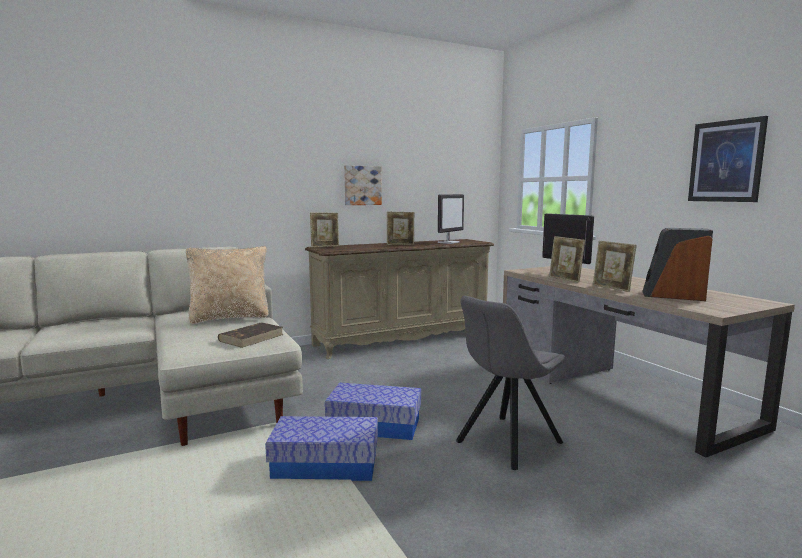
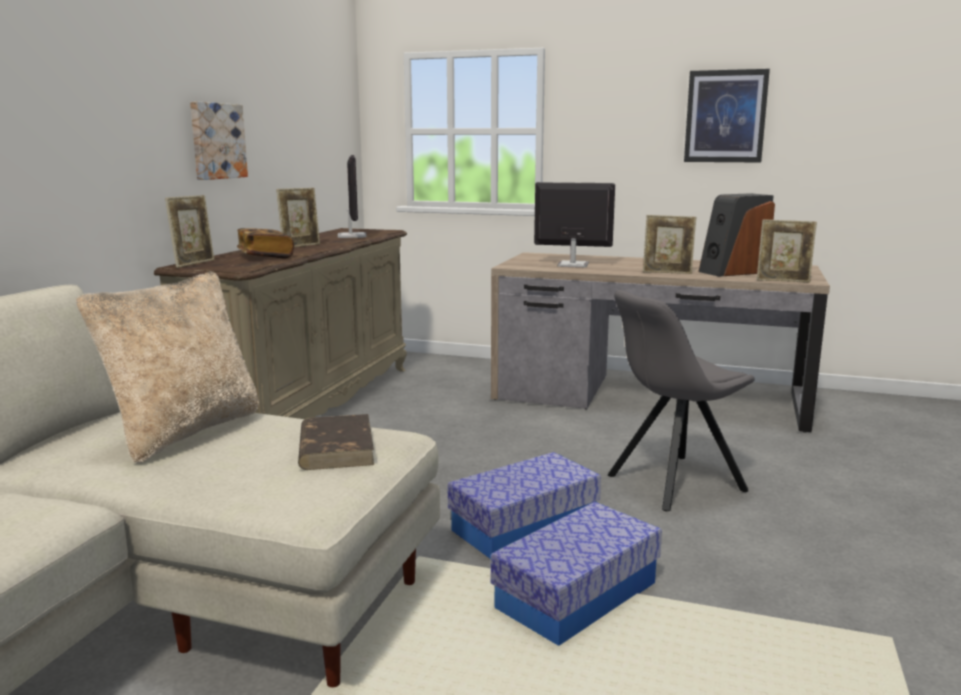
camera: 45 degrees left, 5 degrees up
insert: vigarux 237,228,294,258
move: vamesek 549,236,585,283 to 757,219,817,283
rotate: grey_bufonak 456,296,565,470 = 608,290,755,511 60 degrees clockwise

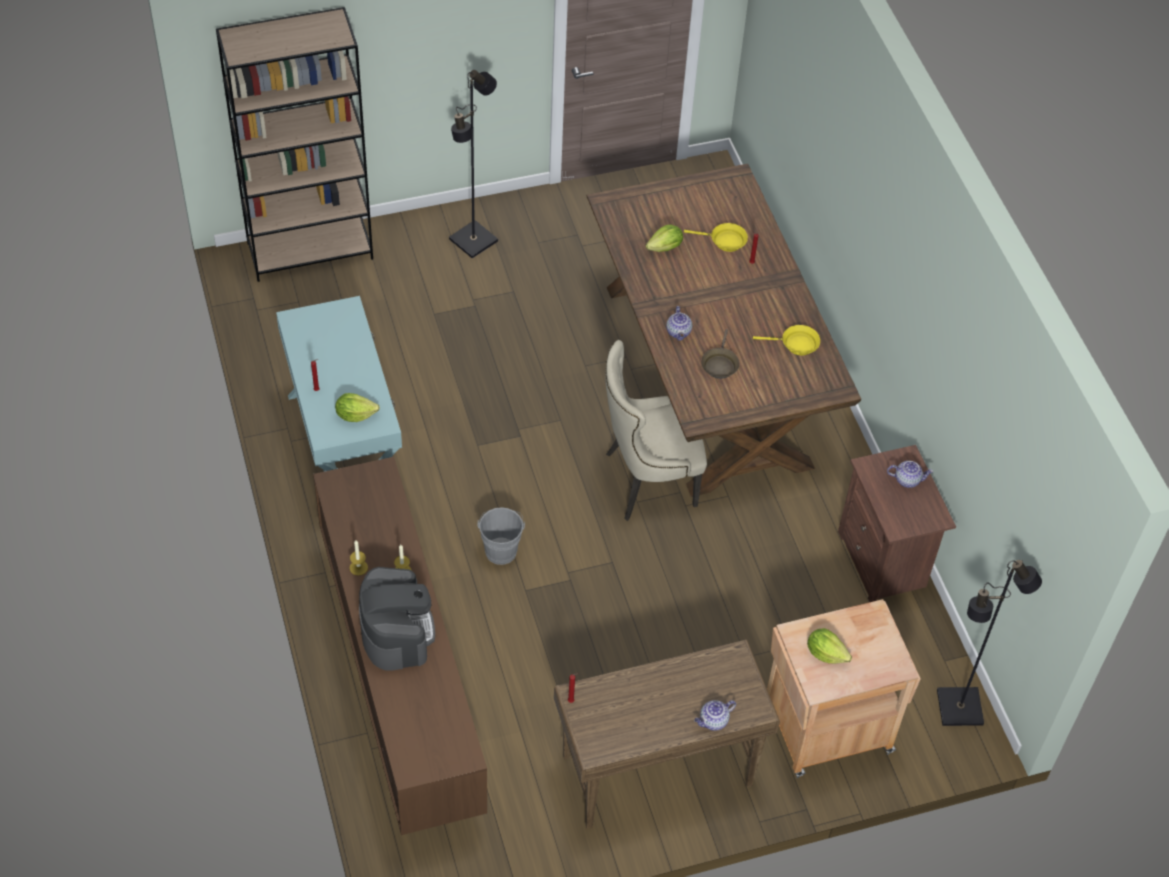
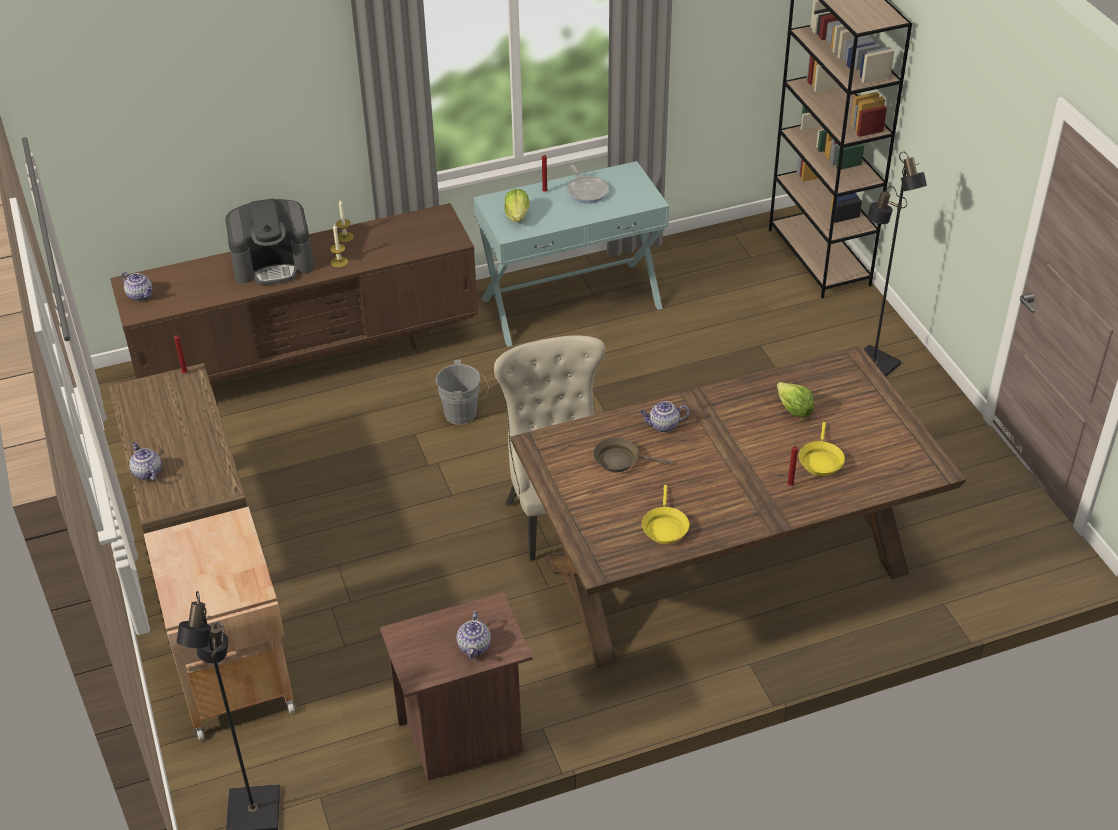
camera: 90 degrees right, 10 degrees down
delete: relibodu 807,628,852,664
insert: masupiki 121,272,152,301; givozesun 567,165,609,204

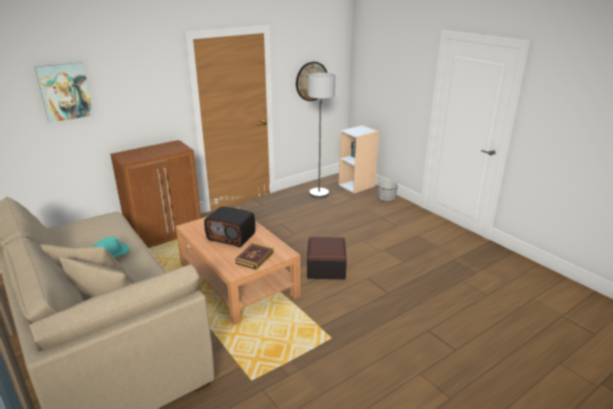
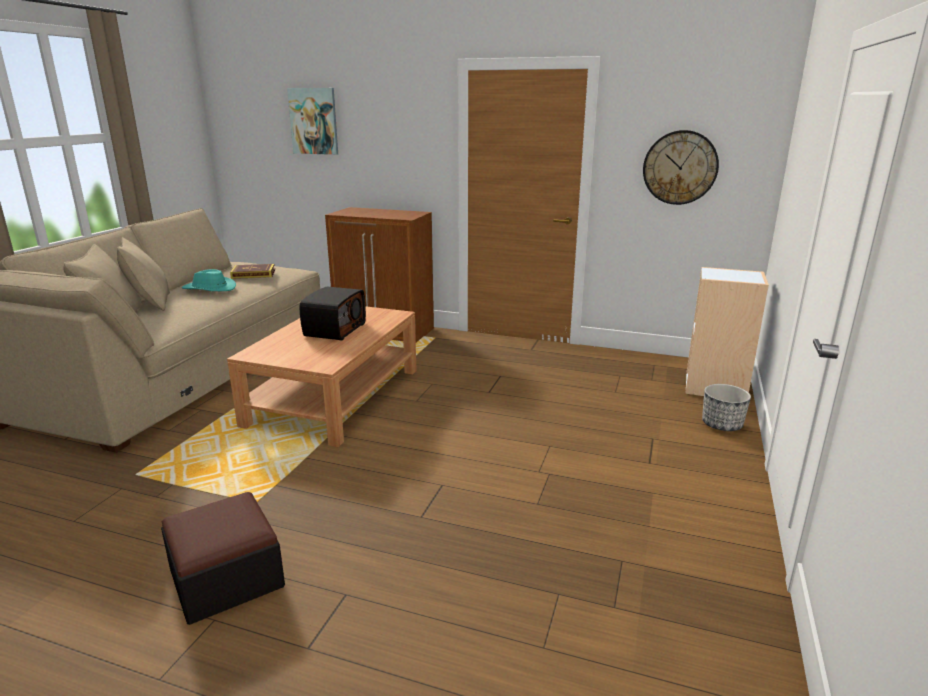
camera: 55 degrees right, 5 degrees down
delete: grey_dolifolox 308,72,335,198
move: vigarux 235,242,274,270 to 230,264,275,279; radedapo 307,237,347,279 to 161,492,285,625
rotate: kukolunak 204,206,255,247 = 300,287,366,340 150 degrees counterclockwise

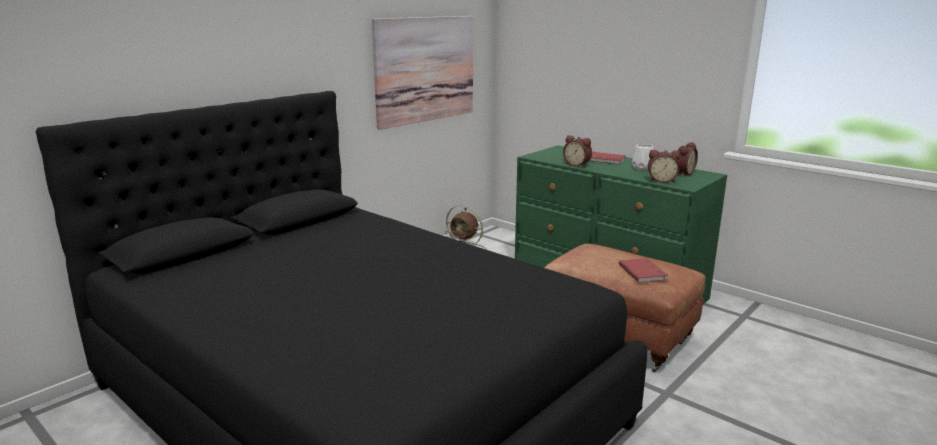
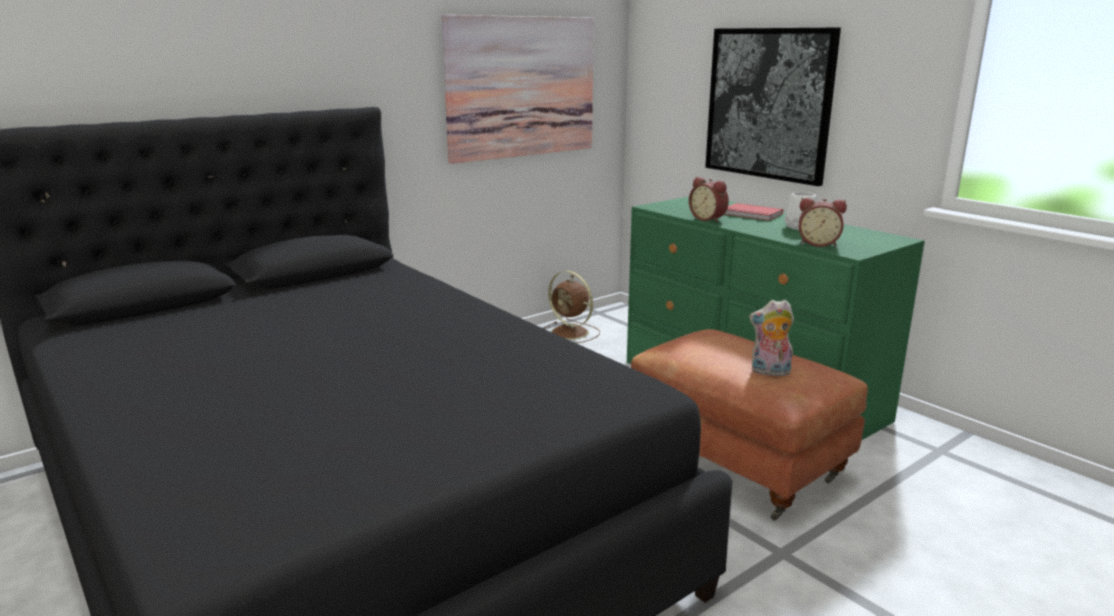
camera: 10 degrees right, 0 degrees up
delete: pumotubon 676,142,698,177
insert: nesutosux 705,27,841,186
replace: red_vigarux 619,258,669,282 to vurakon 749,300,794,376

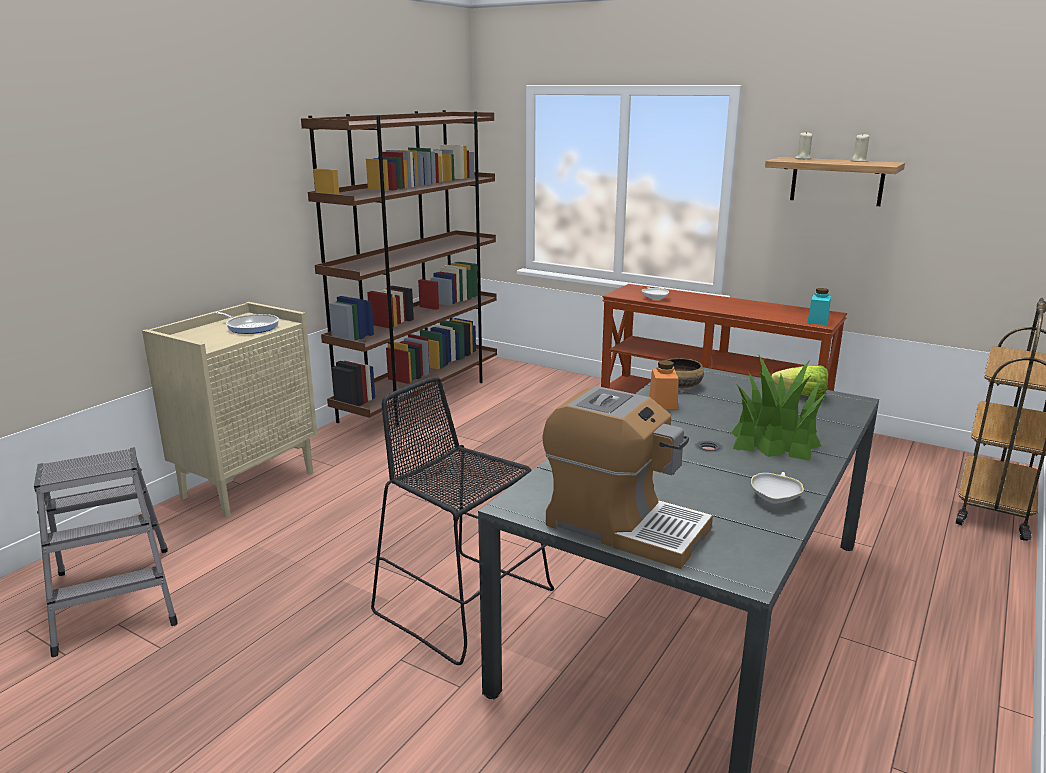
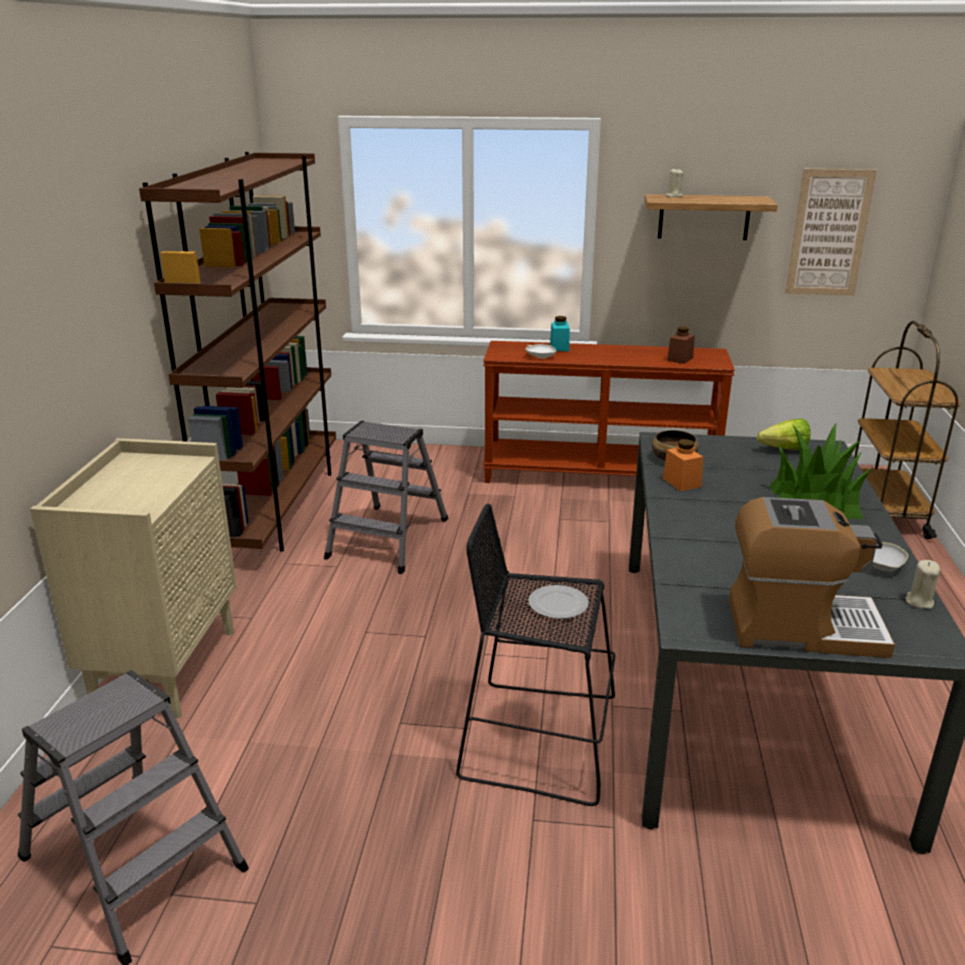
camera: 25 degrees left, 5 degrees up
delete: givozesun 216,312,279,334
insert: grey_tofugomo 324,421,448,574; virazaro 528,585,589,619; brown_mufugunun 667,326,695,364; nesutosux 785,169,877,296
move: turquoise_mufugunun 807,288,831,325 to 550,316,570,351; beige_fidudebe 851,134,869,162 to 905,560,940,609

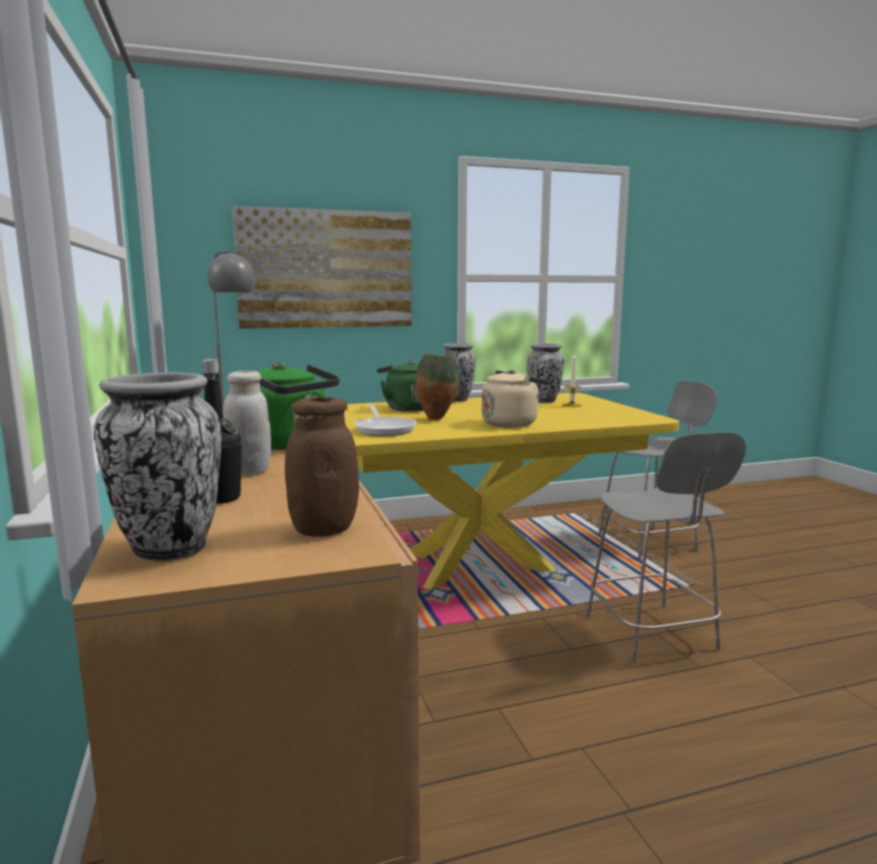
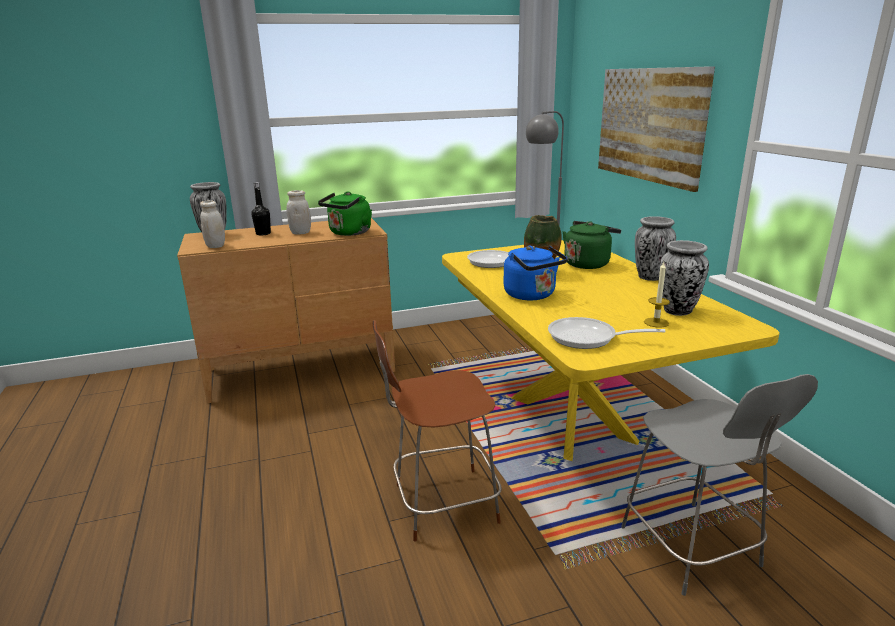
camera: 90 degrees right, 10 degrees up
insert: givozesun 548,317,665,349
recolor: brown_mufugunun 285,397,359,537 to white_mufugunun 200,200,225,248; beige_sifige 482,369,550,427 to blue_sifige 504,246,567,300; grey_bufonak 586,432,746,664 to brown_bufonak 373,320,502,542

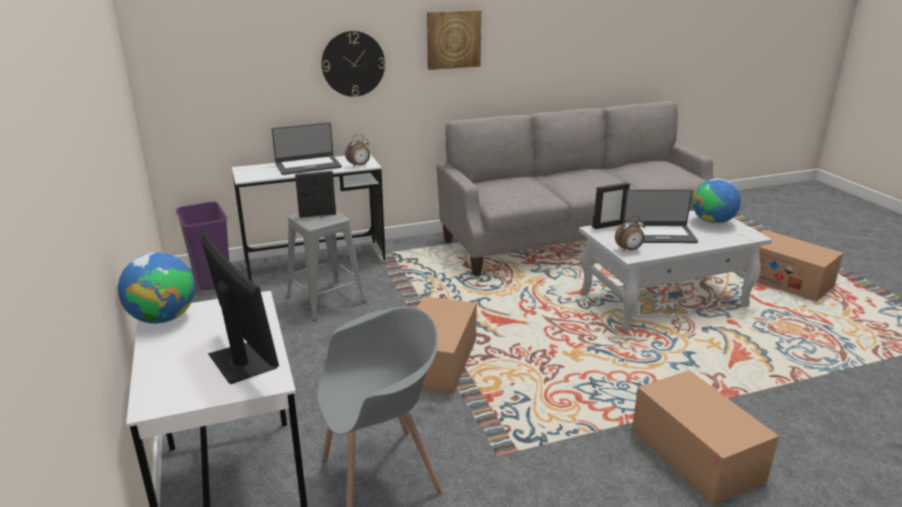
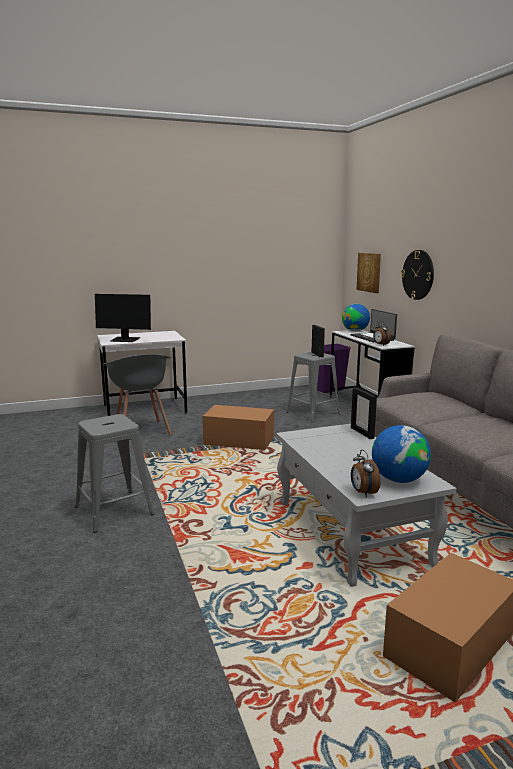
camera: 90 degrees right, 10 degrees down
delete: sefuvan 623,189,698,243
move: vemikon 118,252,195,324 to 342,304,370,332; nesutosux 427,10,481,70 to 357,253,381,293; pumotubon 615,215,645,251 to 351,449,381,497
replace: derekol 632,370,779,505 to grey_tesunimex 75,414,155,533
rotate: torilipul 201,232,279,384 = 95,294,151,342 45 degrees clockwise

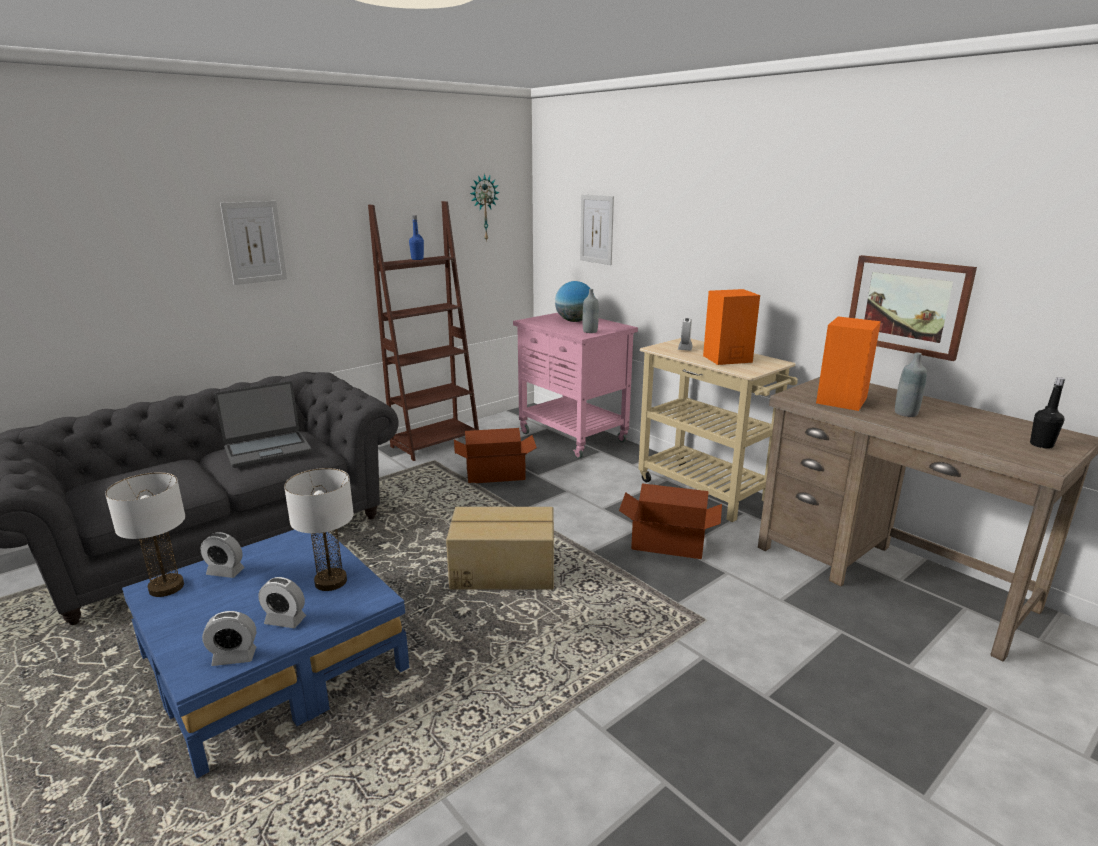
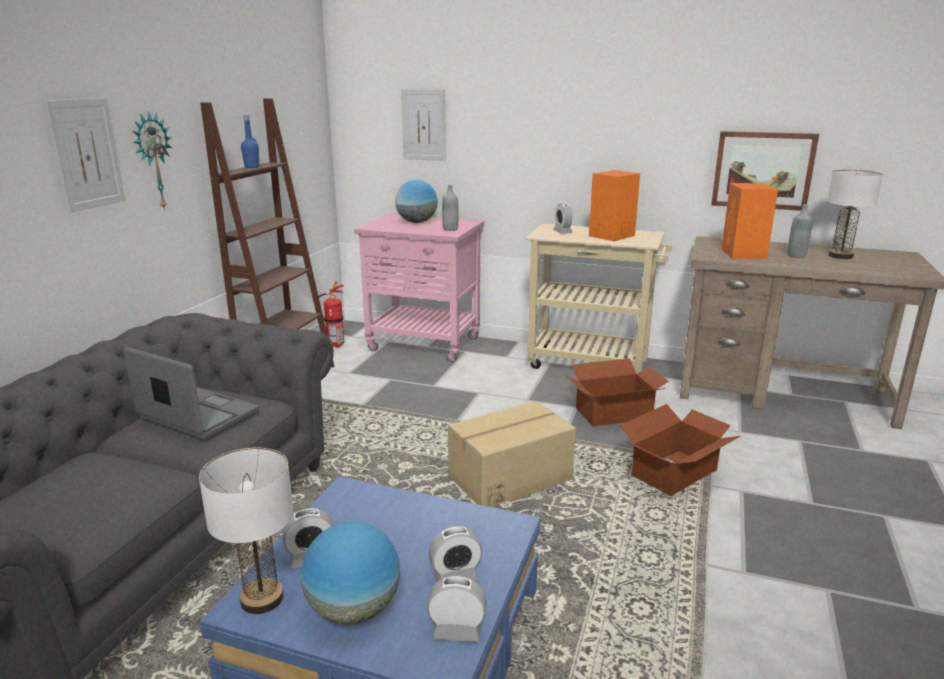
camera: 30 degrees left, 0 degrees up
delete: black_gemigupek 1030,377,1065,449
insert: vemikon 301,521,400,625; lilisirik 318,281,344,348
move: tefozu 284,468,354,591 to 827,170,883,259; derekol 454,428,537,483 to 620,404,741,496; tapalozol 470,174,500,242 to 132,111,172,210
rotate: pumotubon 202,611,256,666 = 427,576,487,642 135 degrees counterclockwise; sefuvan 214,381,311,468 = 123,347,259,439 90 degrees counterclockwise

